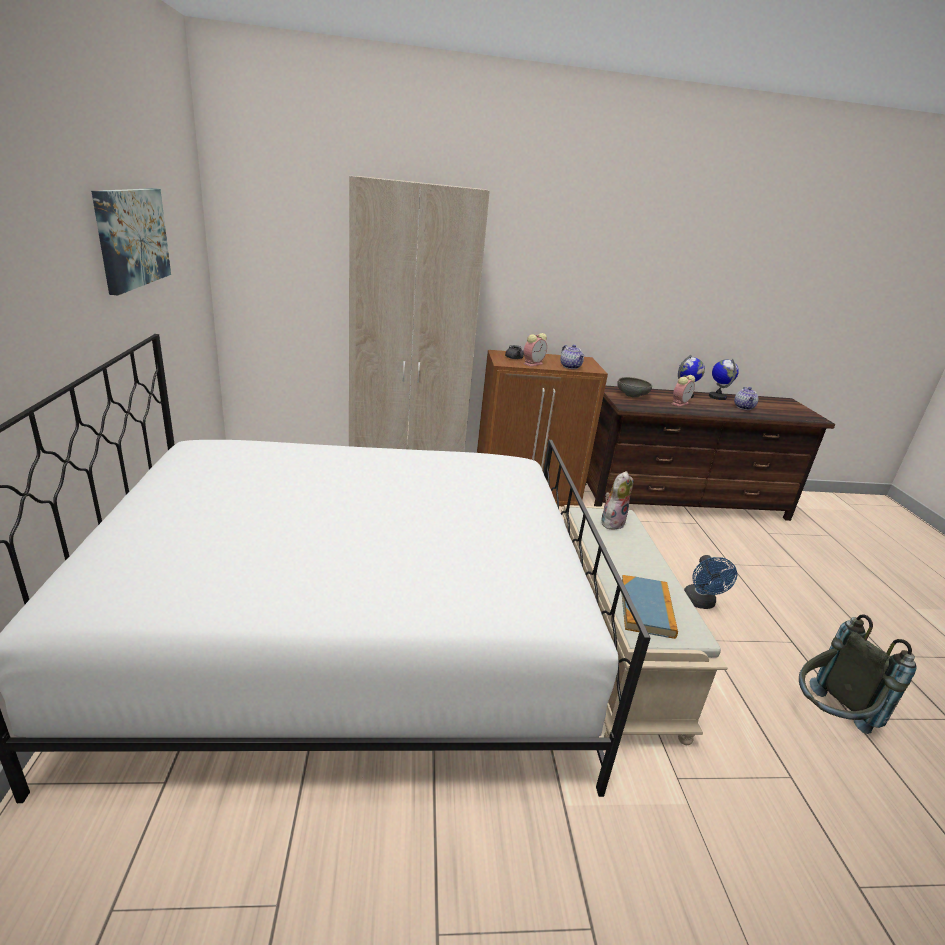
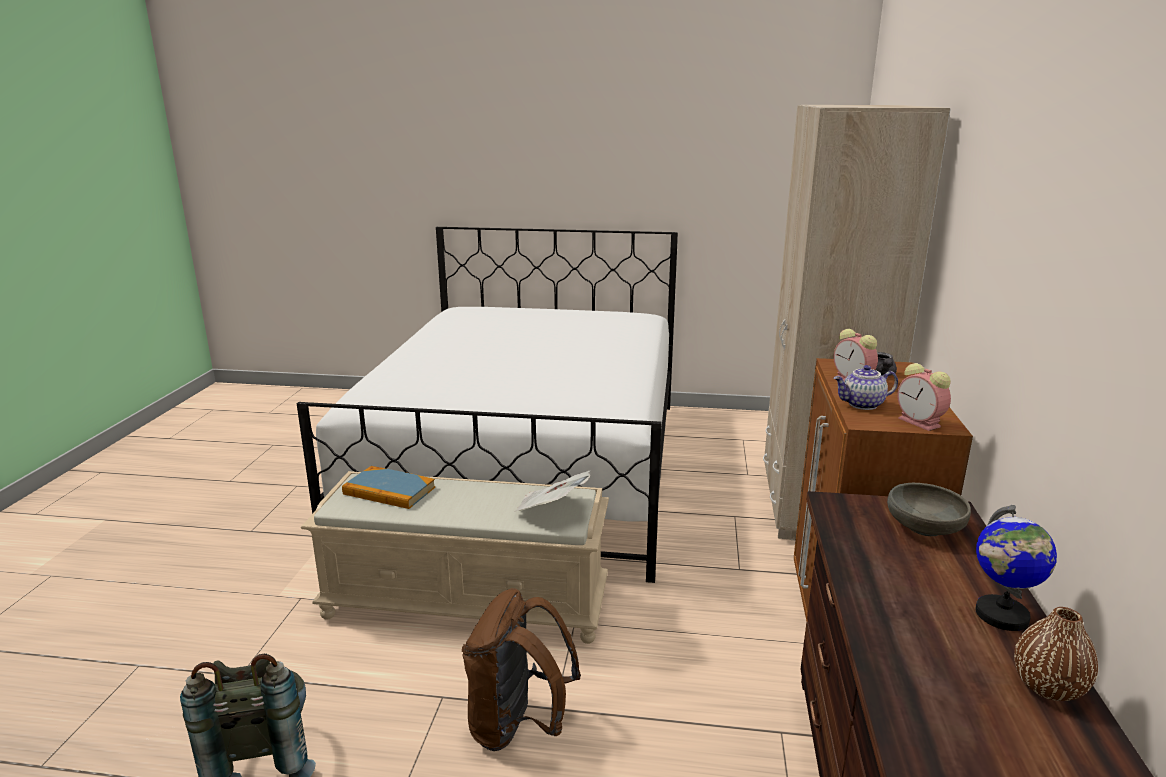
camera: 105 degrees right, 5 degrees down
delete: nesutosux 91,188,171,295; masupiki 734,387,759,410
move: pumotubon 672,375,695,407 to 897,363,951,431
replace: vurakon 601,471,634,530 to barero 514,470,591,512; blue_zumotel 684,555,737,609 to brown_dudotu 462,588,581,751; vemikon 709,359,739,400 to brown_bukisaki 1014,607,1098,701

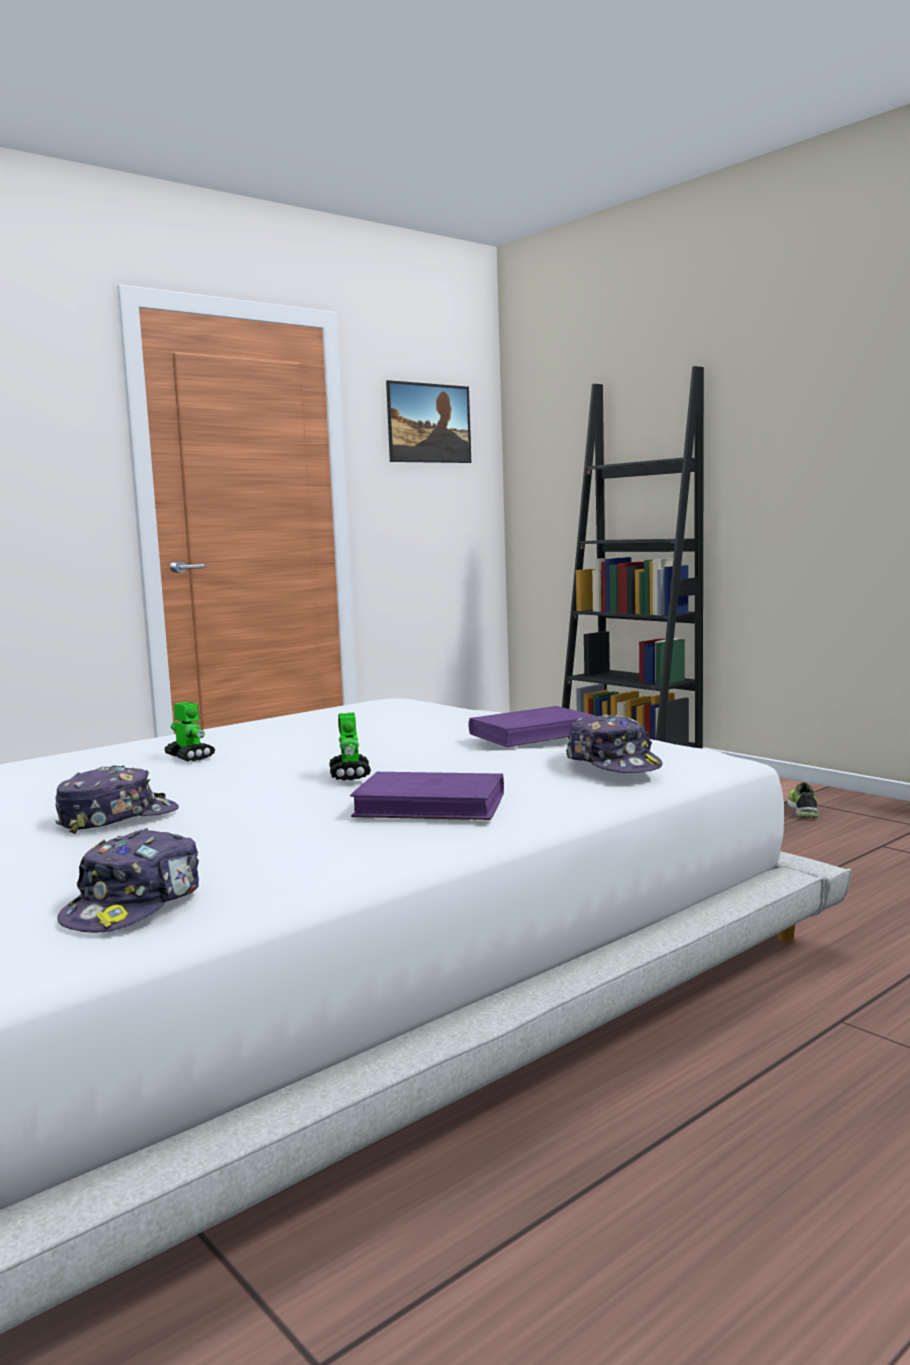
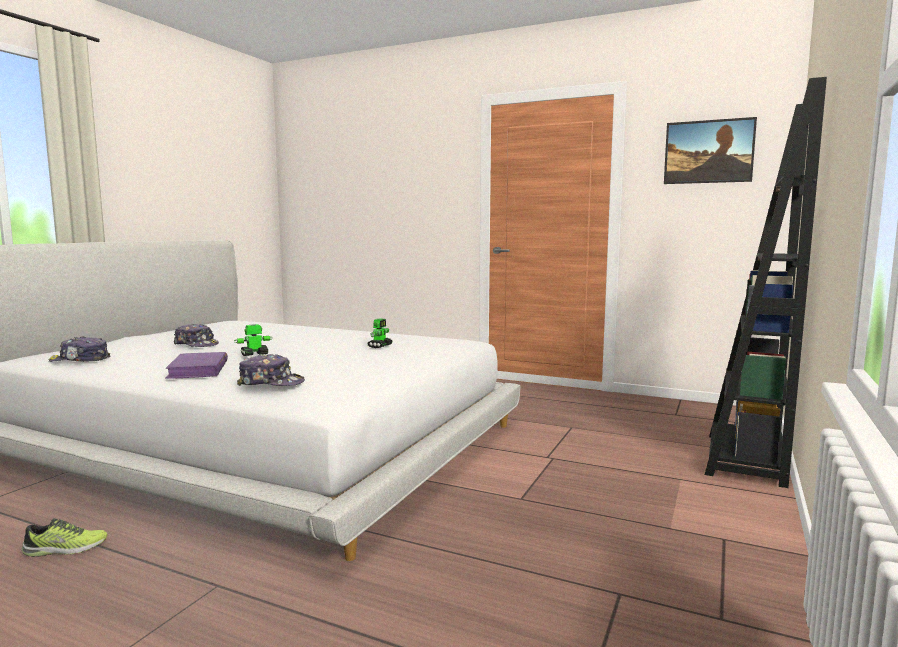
camera: 65 degrees right, 0 degrees up
delete: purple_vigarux 468,706,595,747
move: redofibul 164,702,215,761 to 367,318,393,348; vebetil 787,782,818,818 to 22,518,108,557
rotate: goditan 566,714,662,773 = 237,354,305,386 120 degrees counterclockwise

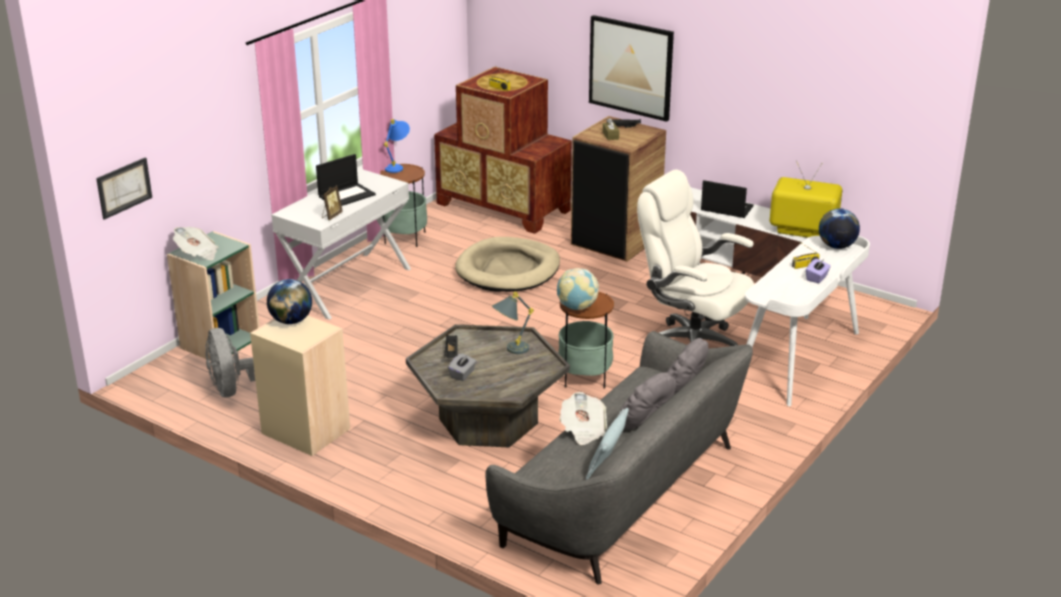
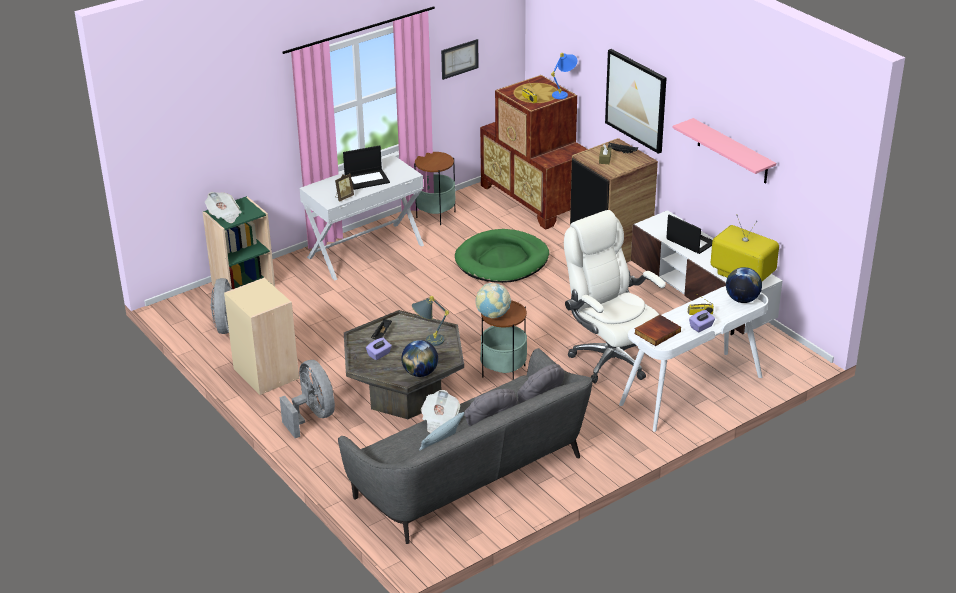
camera: 20 degrees right, 5 degrees up
insert: grey_zumotel 279,360,335,438; vigarux 634,315,681,346; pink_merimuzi 673,118,776,184
move: nesutosux 96,157,152,220 to 441,39,479,80; vemikon 267,279,312,324 to 401,340,438,377; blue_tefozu 384,119,410,173 to 551,53,577,99
recolor: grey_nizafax 448,353,476,381 to purple_nizafax 366,338,392,360; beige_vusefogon 455,237,560,292 to green_vusefogon 455,229,549,283

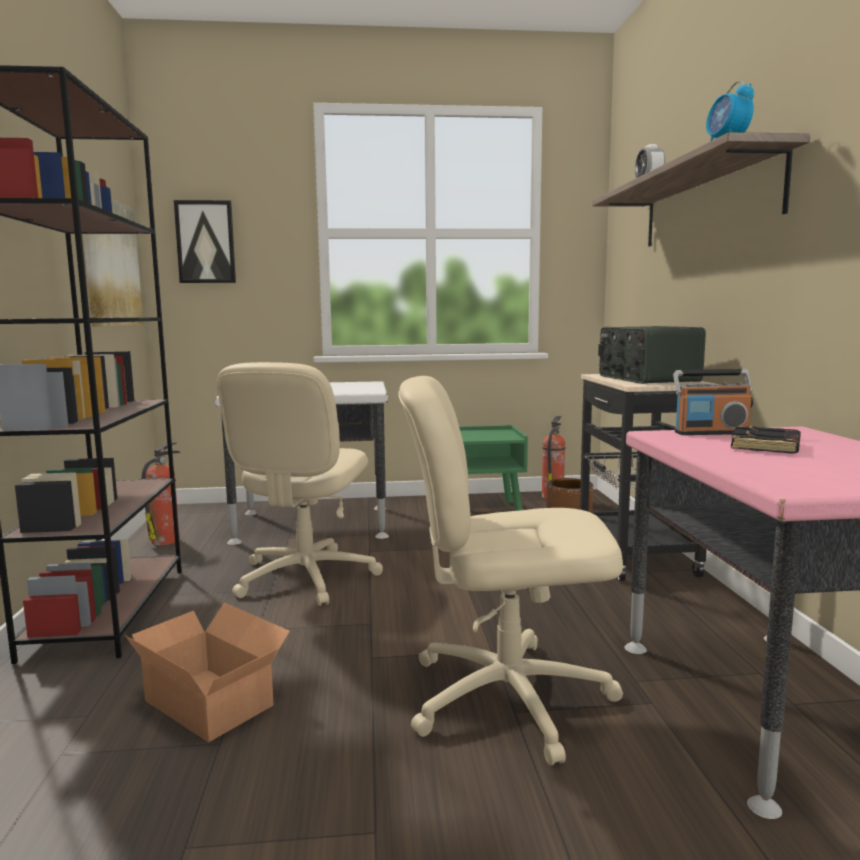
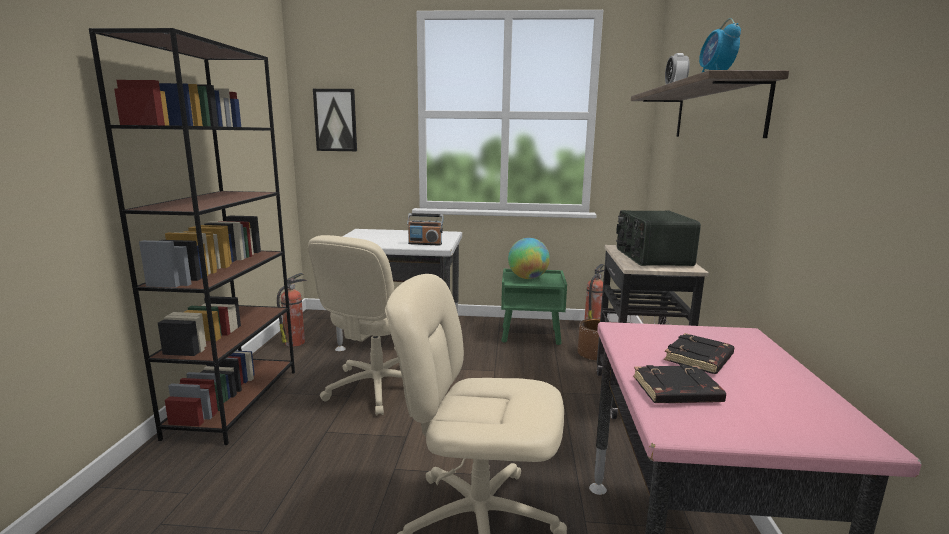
camera: 10 degrees right, 5 degrees up
delete: nesutosux 83,199,143,327; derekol 125,602,290,742
insert: vemikon 508,238,550,279; black_vigarux 633,365,726,403
move: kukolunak 673,369,753,435 to 407,213,444,246

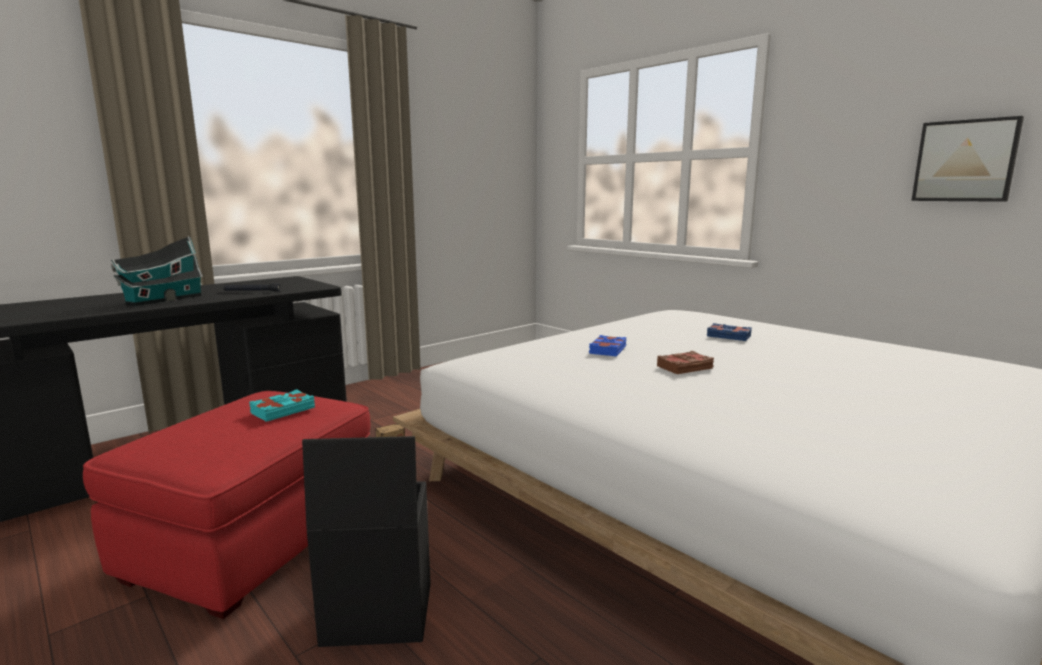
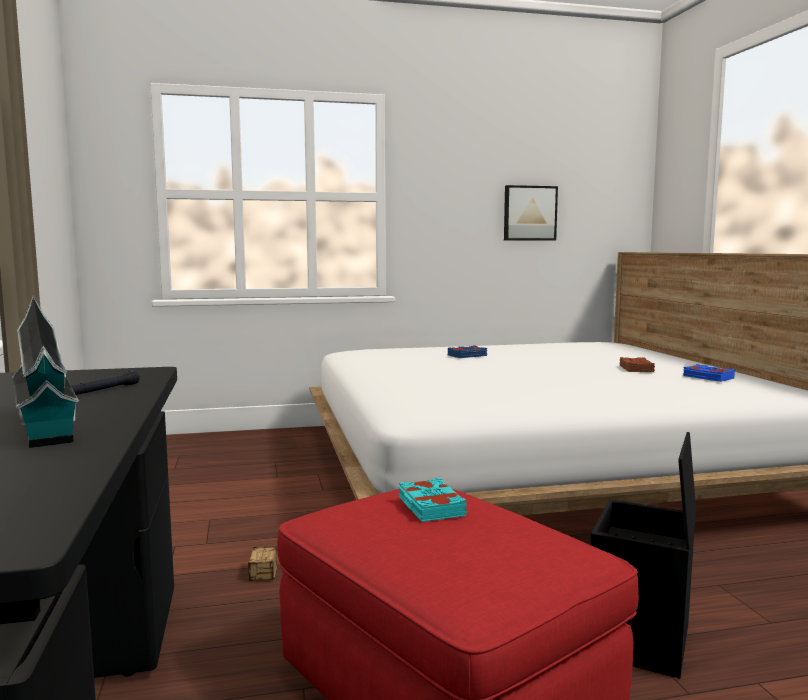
camera: 60 degrees left, 5 degrees down
move: blue_vigarux 589,335,627,356 to 683,364,735,382; brown_vigarux 657,351,714,374 to 619,357,655,372

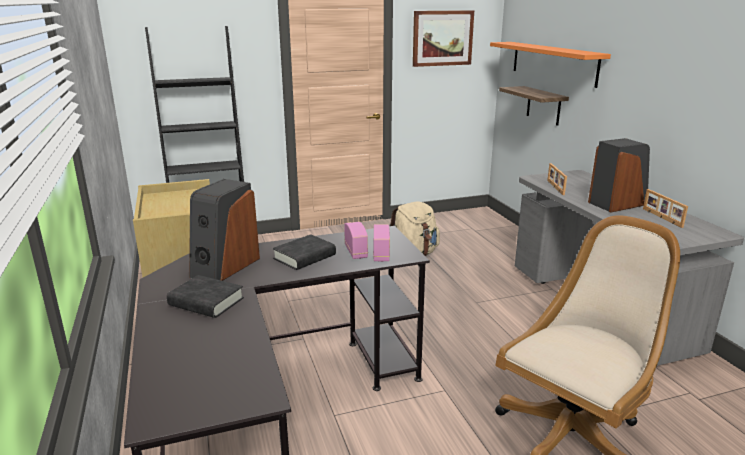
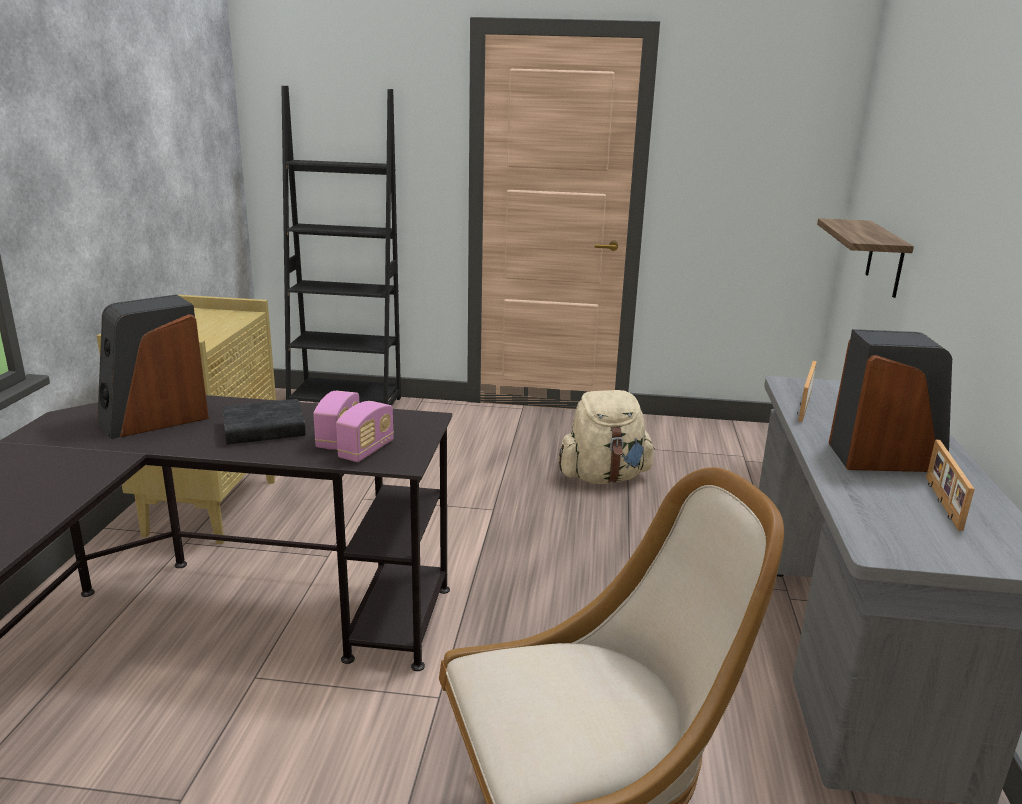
camera: 25 degrees right, 0 degrees up
delete: black_vigarux 167,275,244,318; nesutosux 413,10,474,67; orange_merimuzi 490,42,611,88

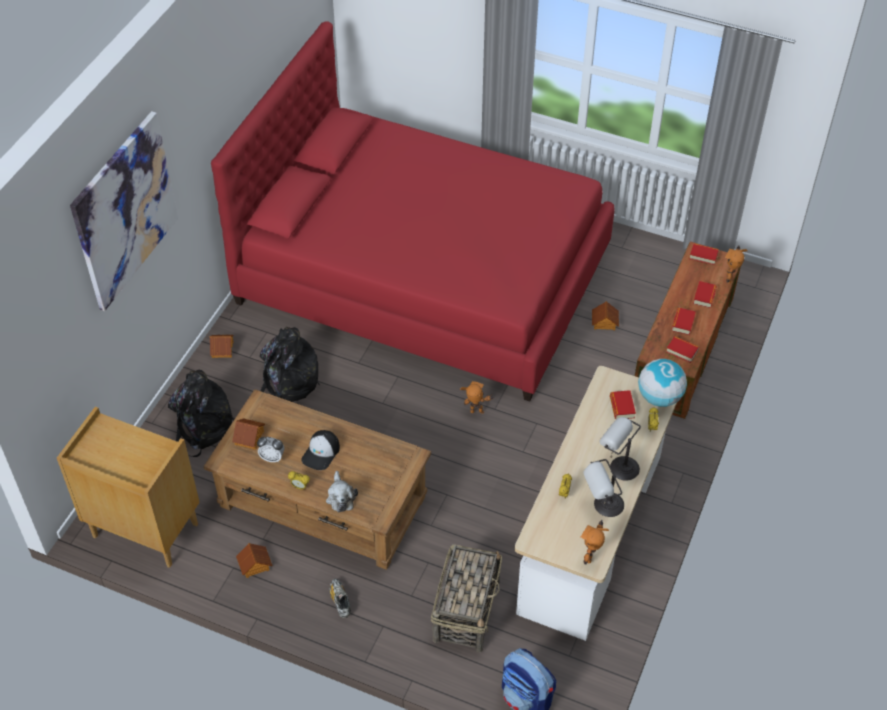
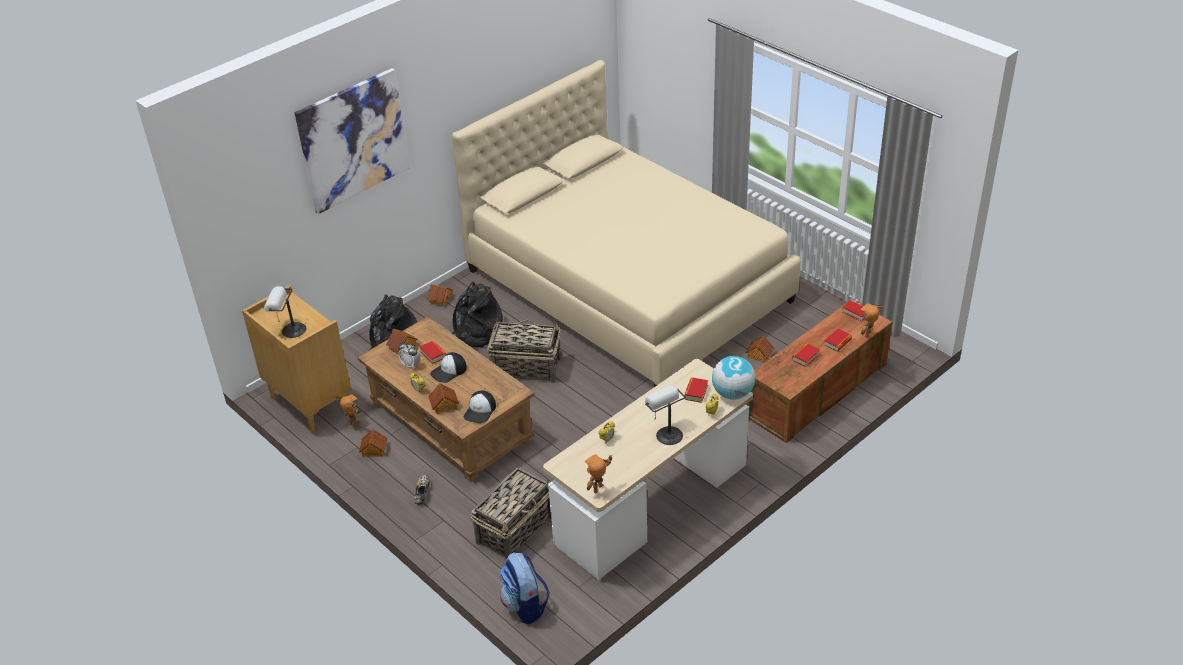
camera: 25 degrees right, 10 degrees down
insert: goditan 463,391,496,423; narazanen 487,318,561,383
move: redofibul 460,381,494,414 to 336,394,361,428; tefozu 584,459,624,517 to 264,286,306,338; vigarux 666,336,699,363 to 420,341,446,364
replace: vurakon 326,471,358,512 to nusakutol 428,383,459,414
recolor: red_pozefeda 211,21,614,402 to beige_pozefeda 452,60,801,387

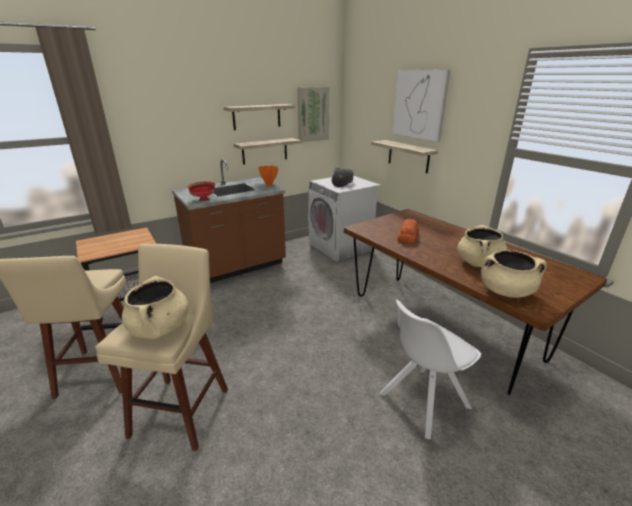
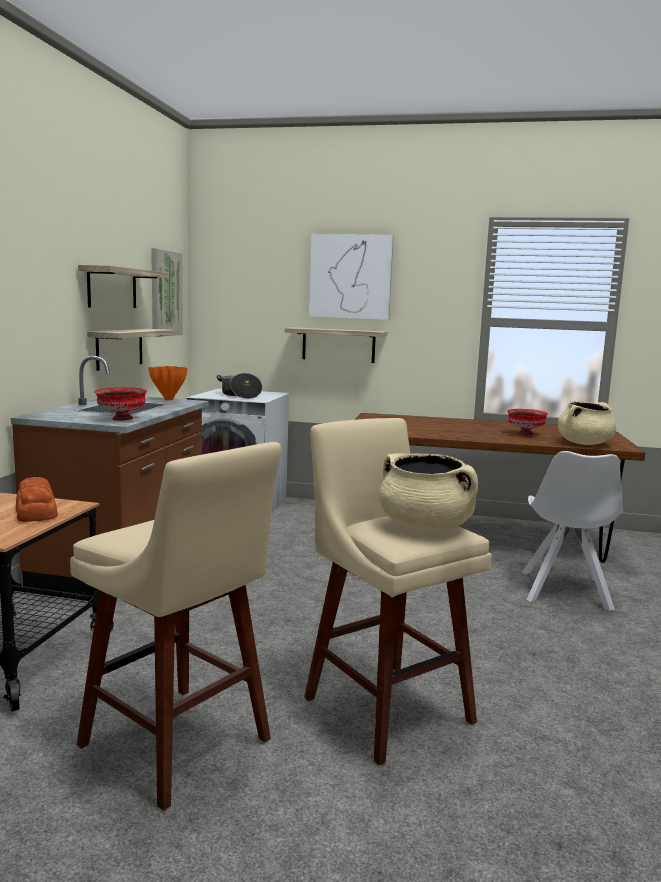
camera: 45 degrees left, 15 degrees down
move: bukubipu 398,219,419,243 to 16,477,58,522
replace: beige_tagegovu 457,225,508,267 to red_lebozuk 507,409,548,436

